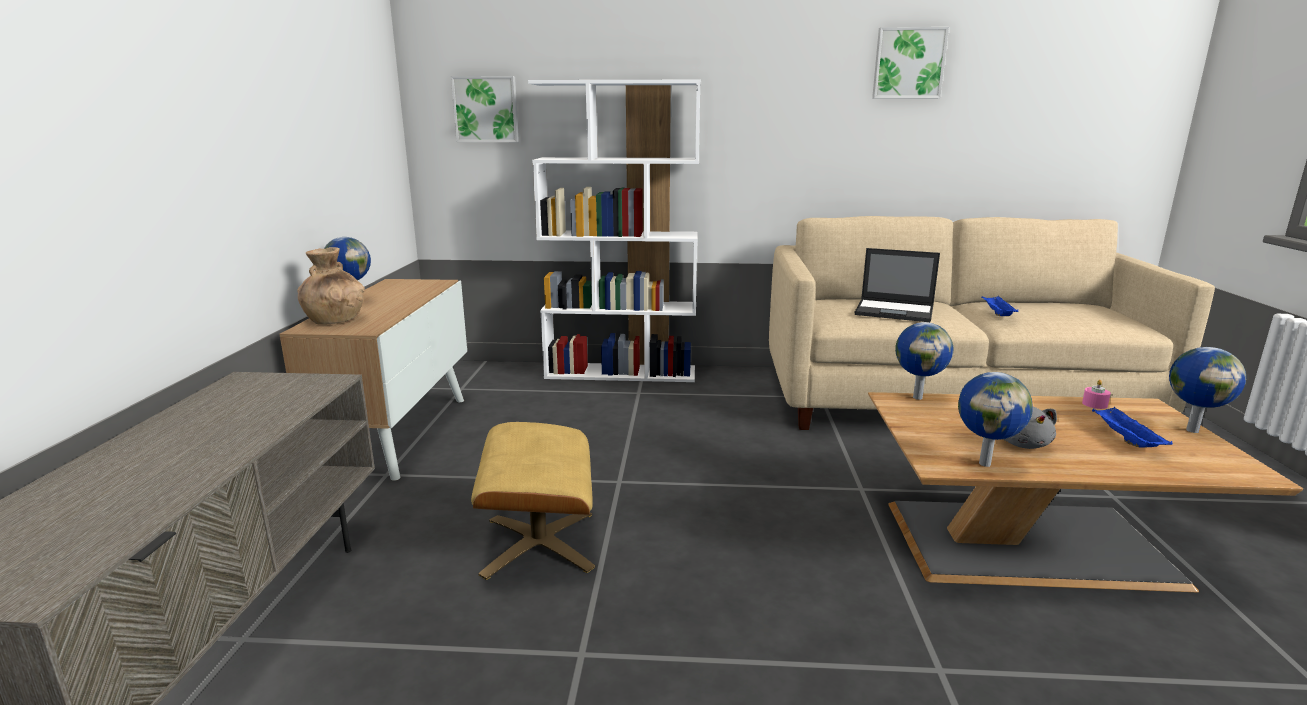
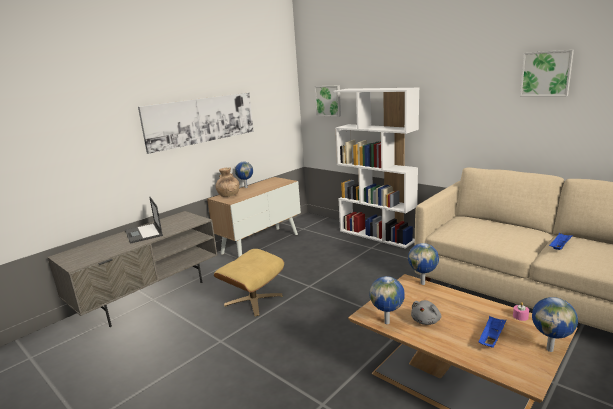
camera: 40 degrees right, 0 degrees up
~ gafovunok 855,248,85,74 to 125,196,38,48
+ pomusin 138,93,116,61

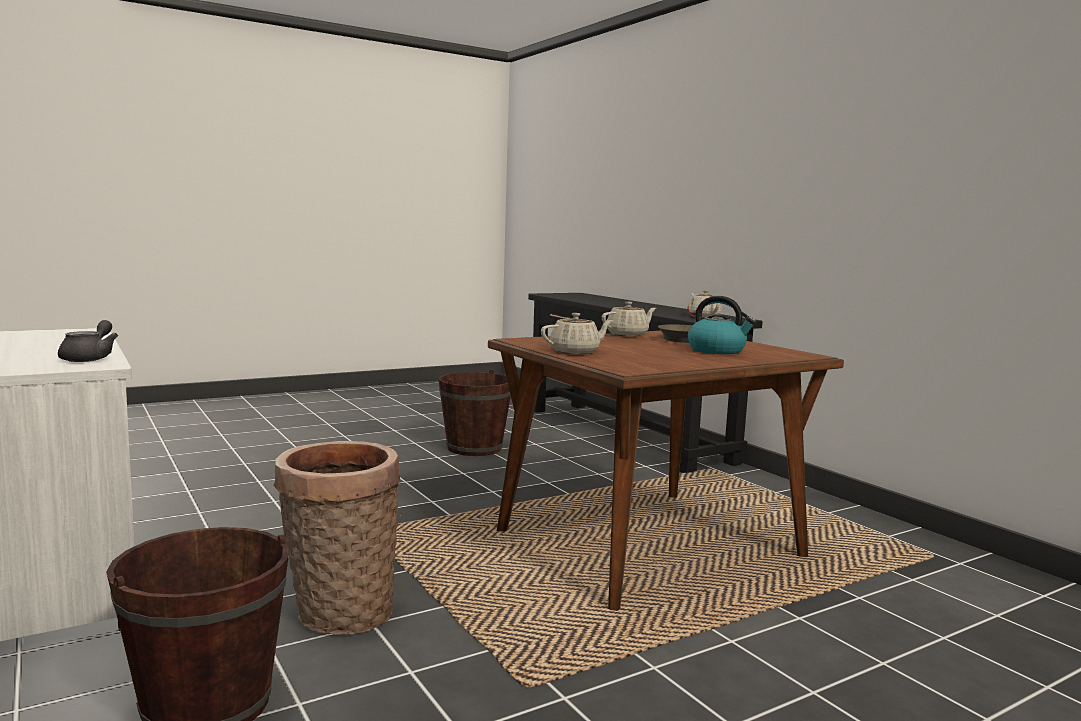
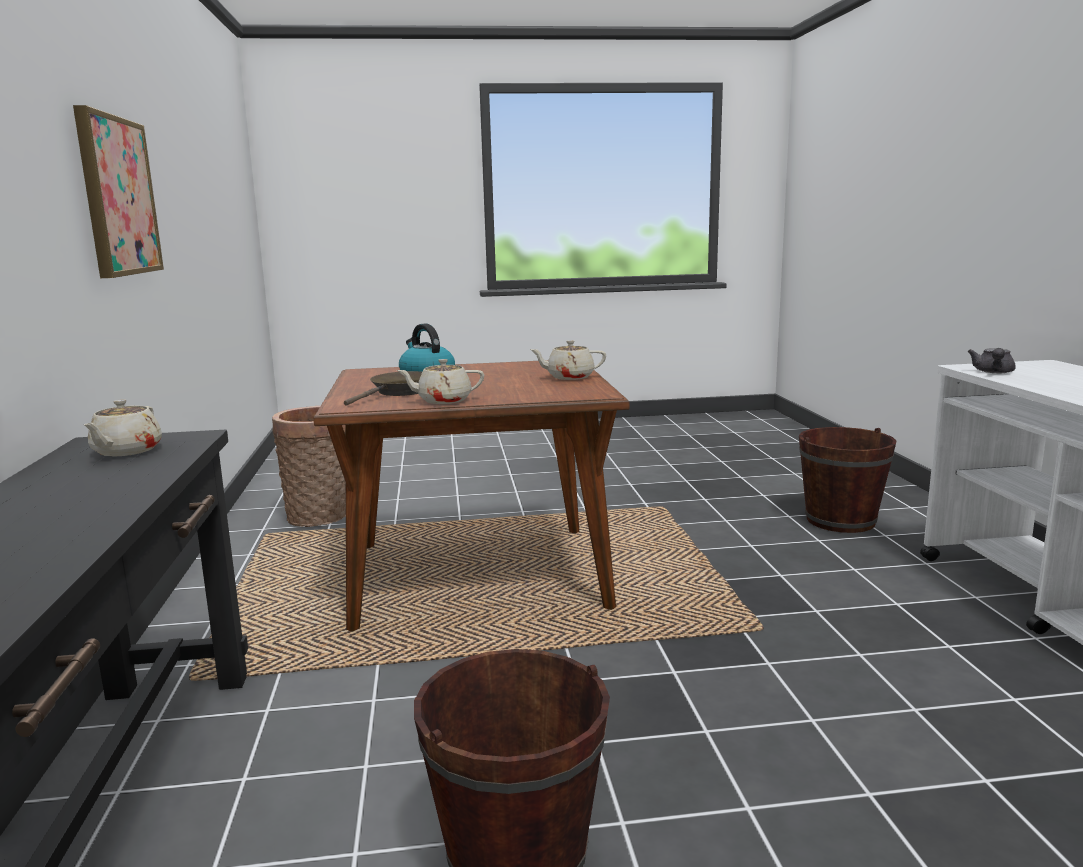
camera: 155 degrees left, 5 degrees up
~ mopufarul 273,441,128,194 to 272,406,74,121
+ pomusin 73,105,91,173

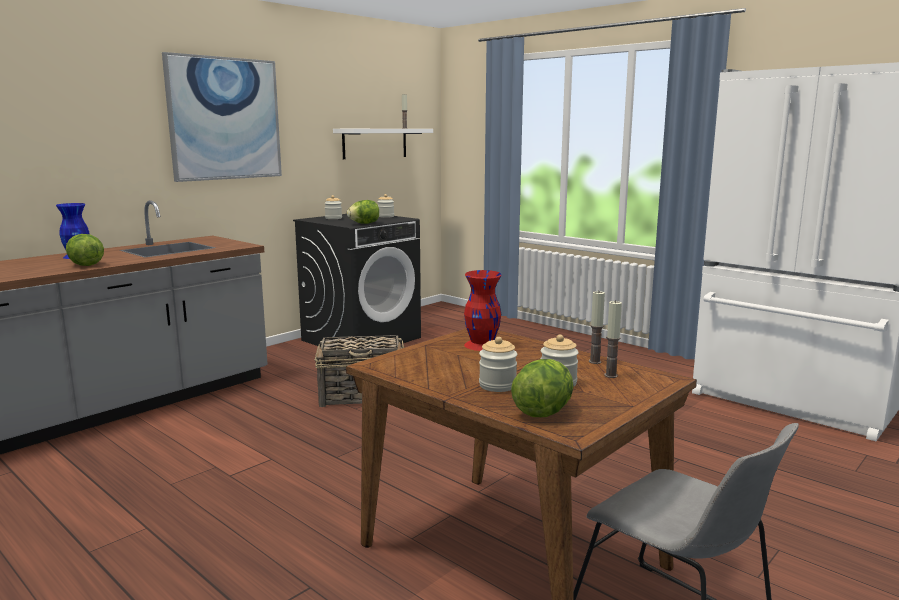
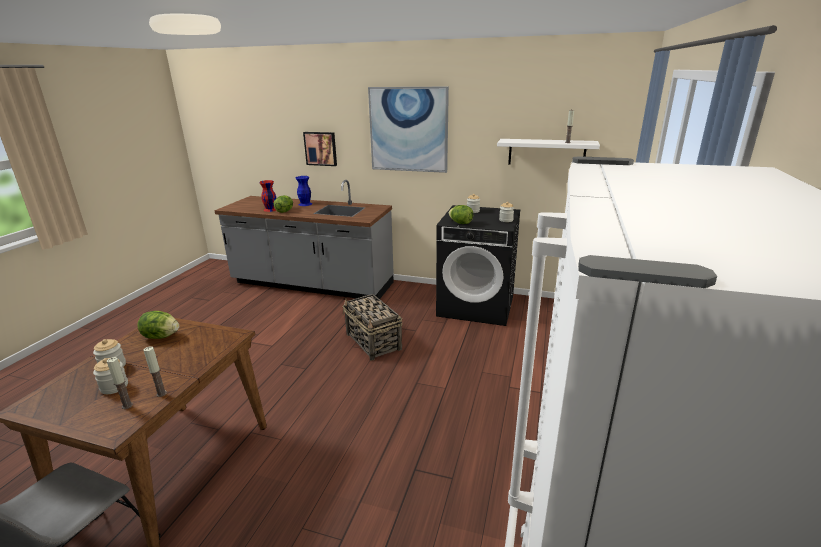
camera: 65 degrees right, 10 degrees up
~ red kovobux 464,270,37,81 to 259,180,17,32
~ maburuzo 511,359,63,58 to 137,311,42,28
+ pomusin 303,132,34,34

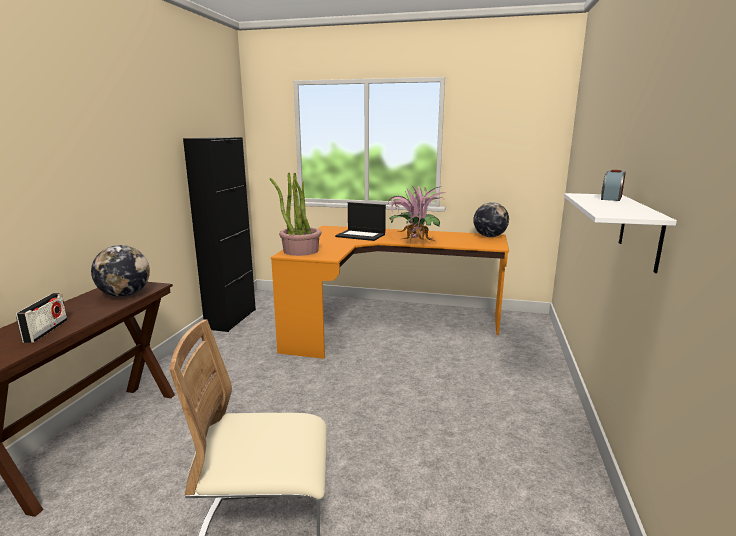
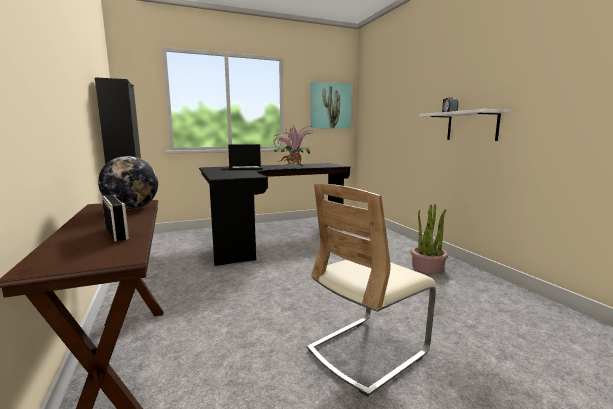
camera: 35 degrees left, 5 degrees down
~ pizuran 270,173,51,83 to 410,204,38,70
- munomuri 473,202,36,35
~ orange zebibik 271,226,238,133 to black zebibik 199,163,151,103
+ pomusin 311,82,41,47

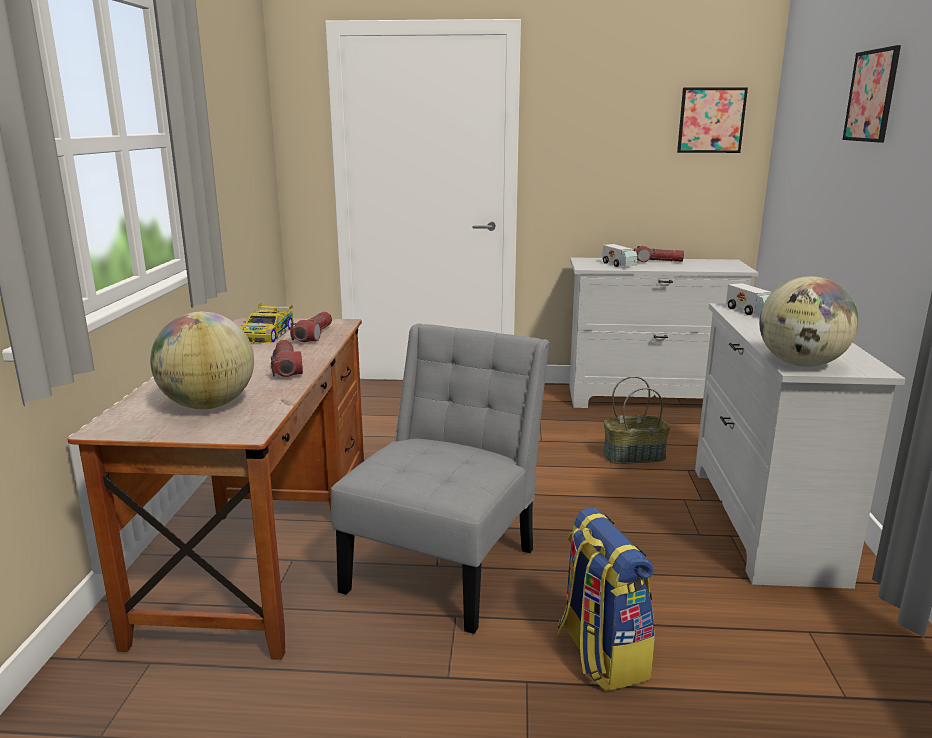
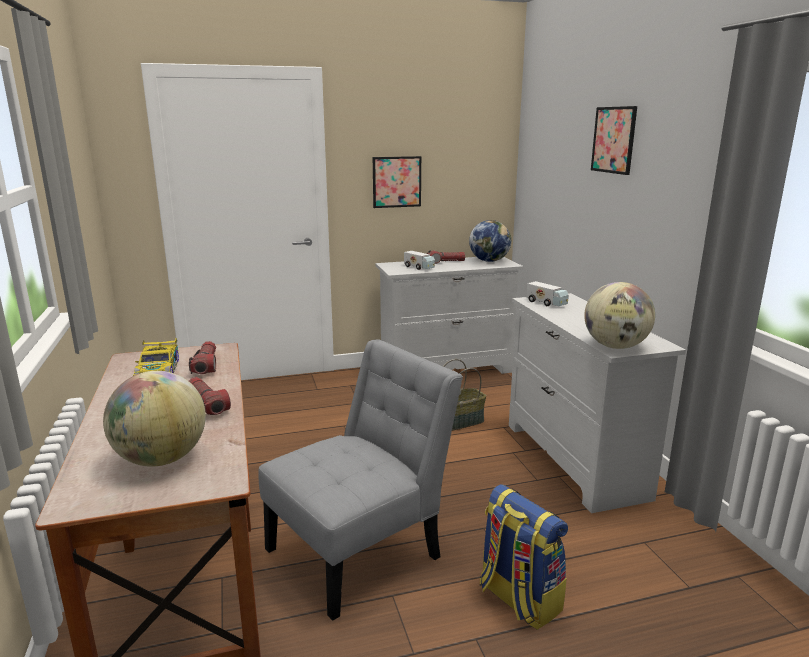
camera: 20 degrees left, 0 degrees up
~ pomusin 677,87,71,66 to 373,156,48,52
~ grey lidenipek 331,323,219,311 = 258,339,205,282 45 degrees clockwise
+ munomuri 469,220,42,42

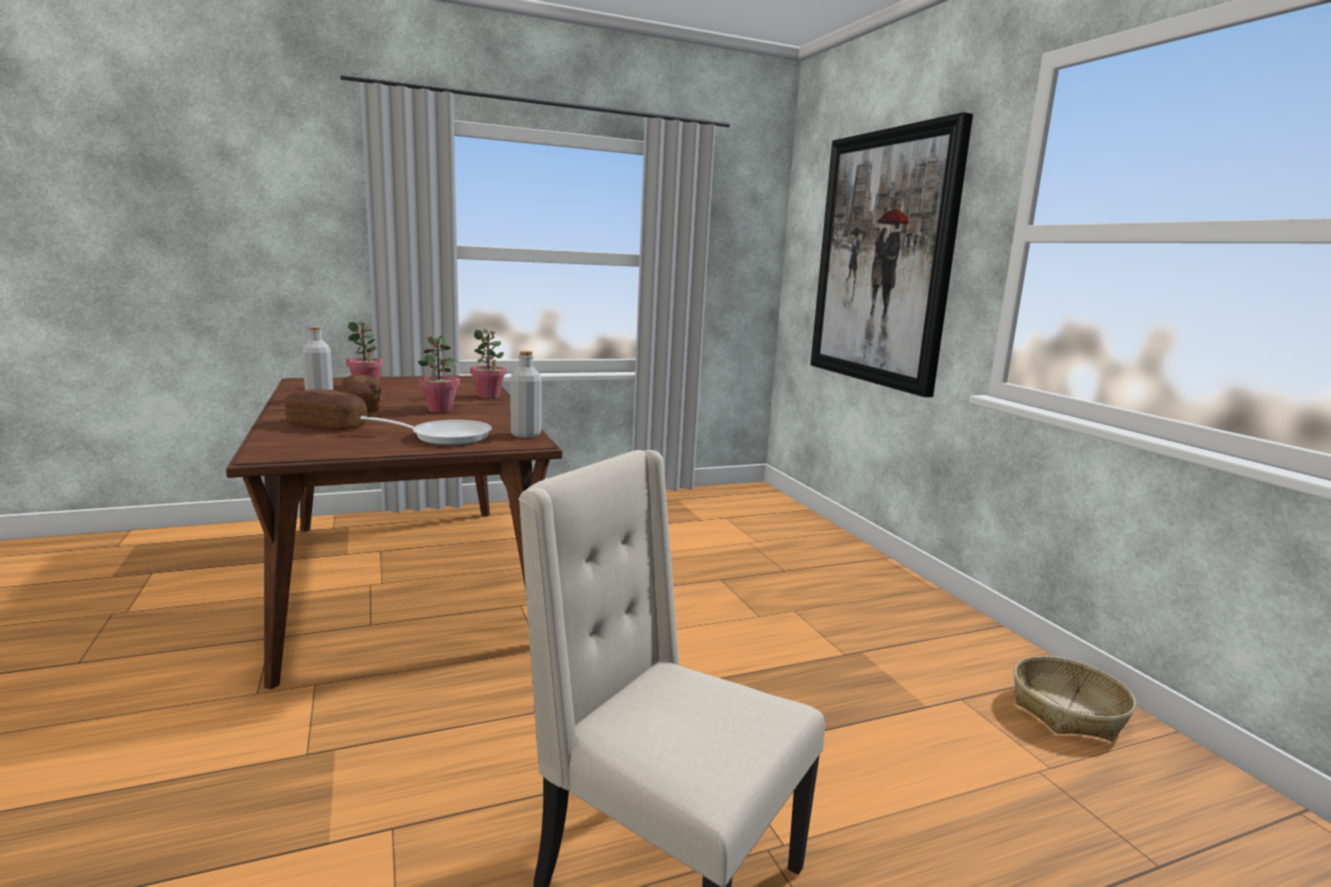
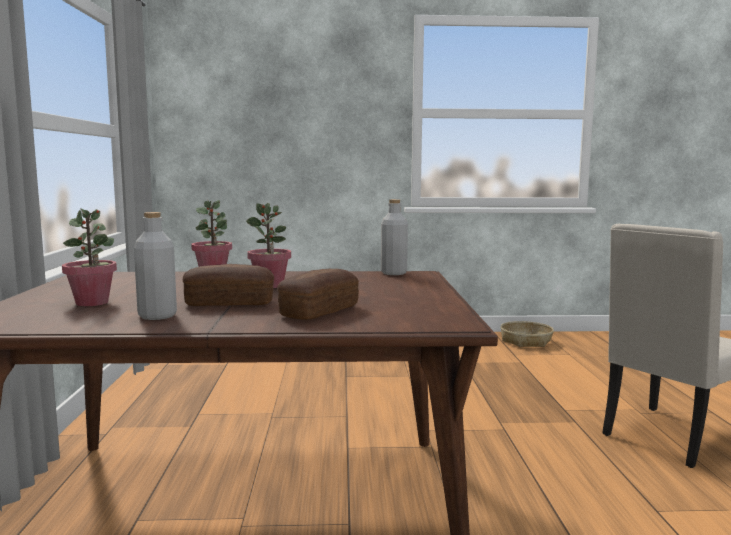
camera: 70 degrees left, 5 degrees down
- pomusin 810,112,163,285
- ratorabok 360,416,132,30

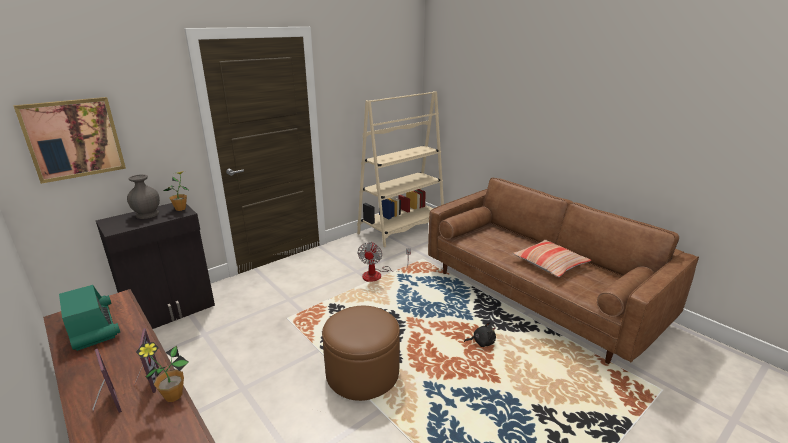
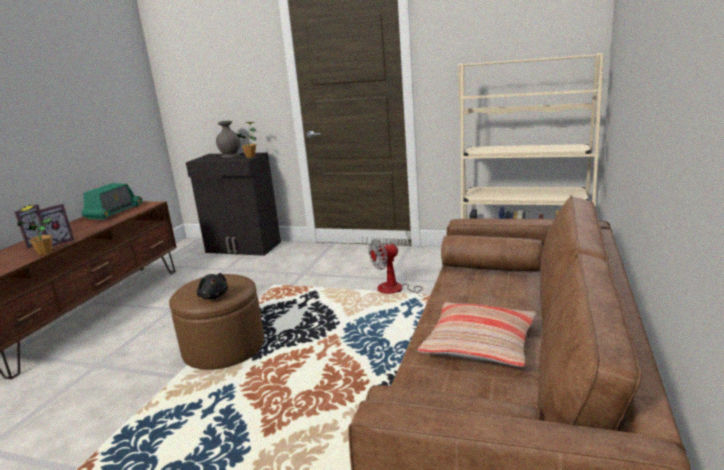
camera: 60 degrees right, 5 degrees down
- pomusin 13,97,113,87
~ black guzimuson 464,322,32,25 to 197,273,31,26

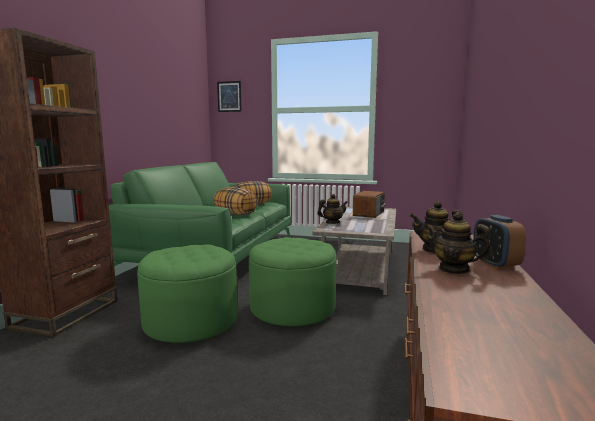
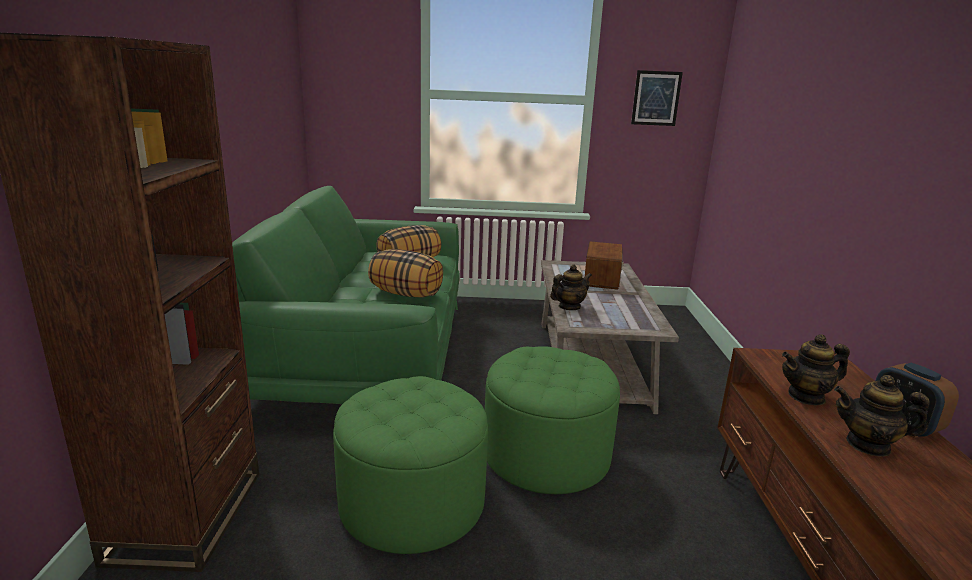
camera: 15 degrees left, 10 degrees up
~ pomusin 217,81,25,31 to 631,70,52,56

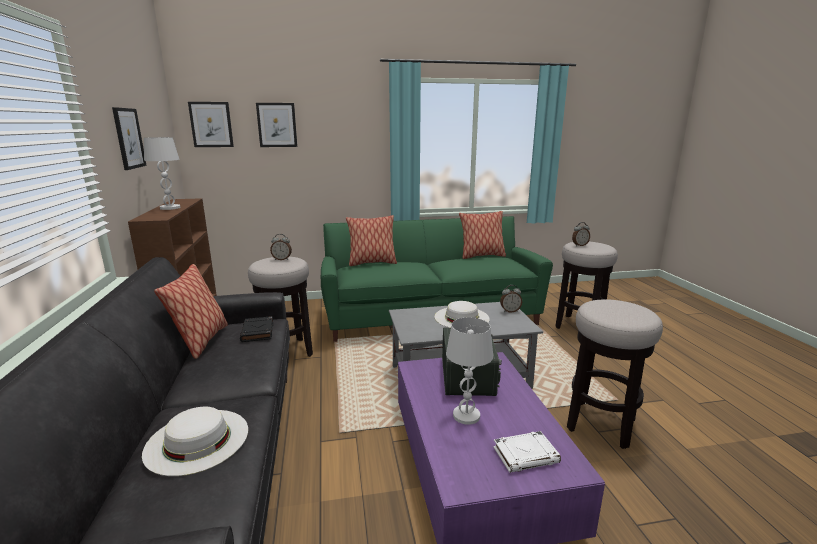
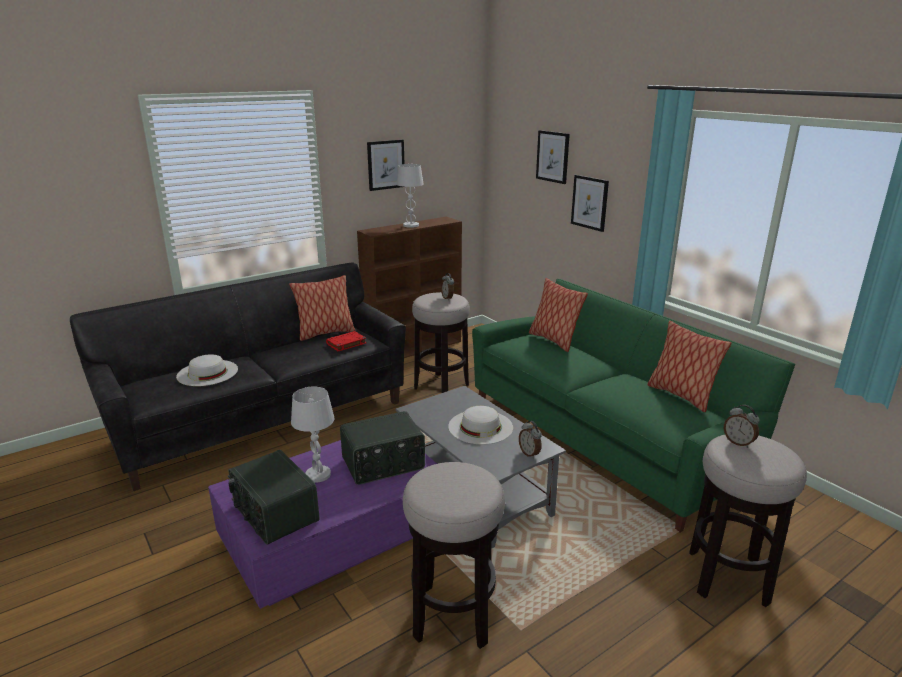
camera: 65 degrees right, 5 degrees up
~ pomusin 188,102,46,45 to 571,175,38,57
~ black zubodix 240,316,33,26 to red zubodix 326,331,41,20
~ white zubodix 493,431,68,42 to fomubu 228,450,92,95

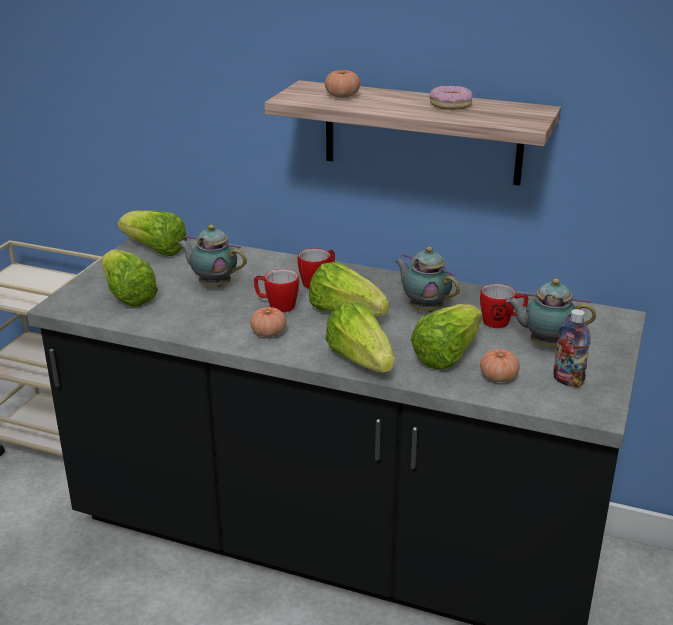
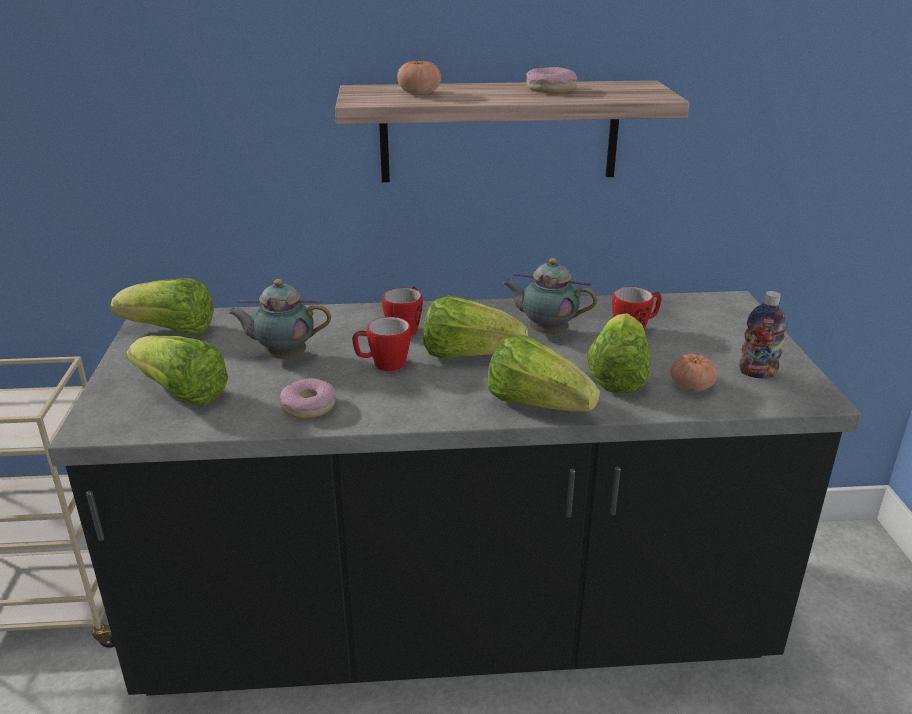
camera: 25 degrees left, 0 degrees up
- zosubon 506,279,90,68
- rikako 250,307,36,30
+ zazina 280,378,56,41

